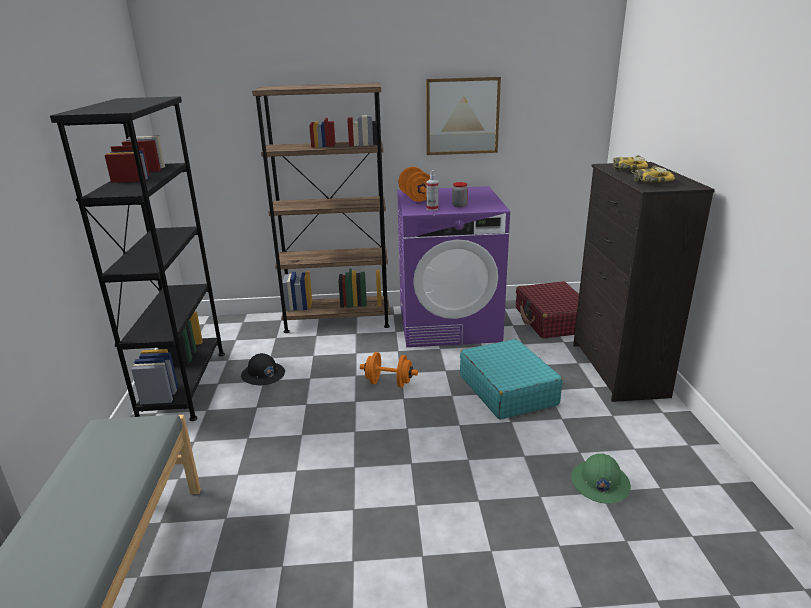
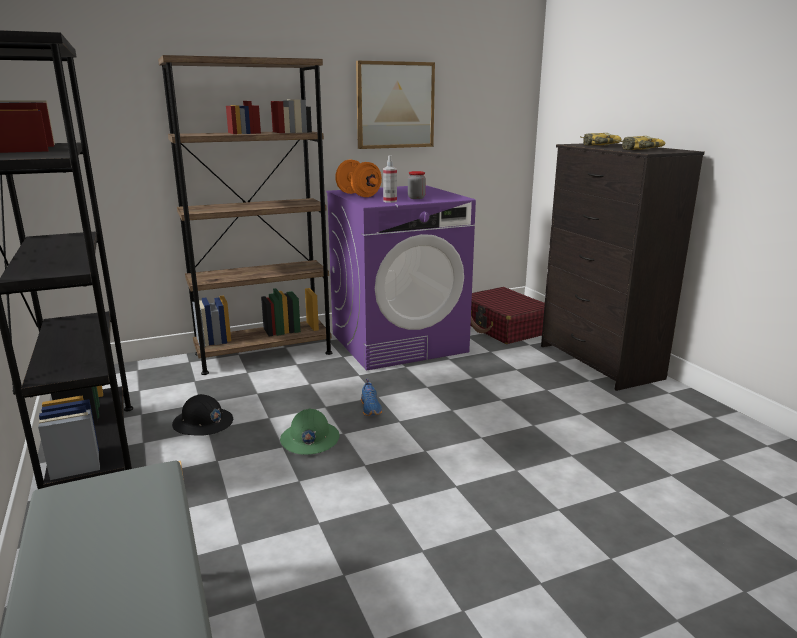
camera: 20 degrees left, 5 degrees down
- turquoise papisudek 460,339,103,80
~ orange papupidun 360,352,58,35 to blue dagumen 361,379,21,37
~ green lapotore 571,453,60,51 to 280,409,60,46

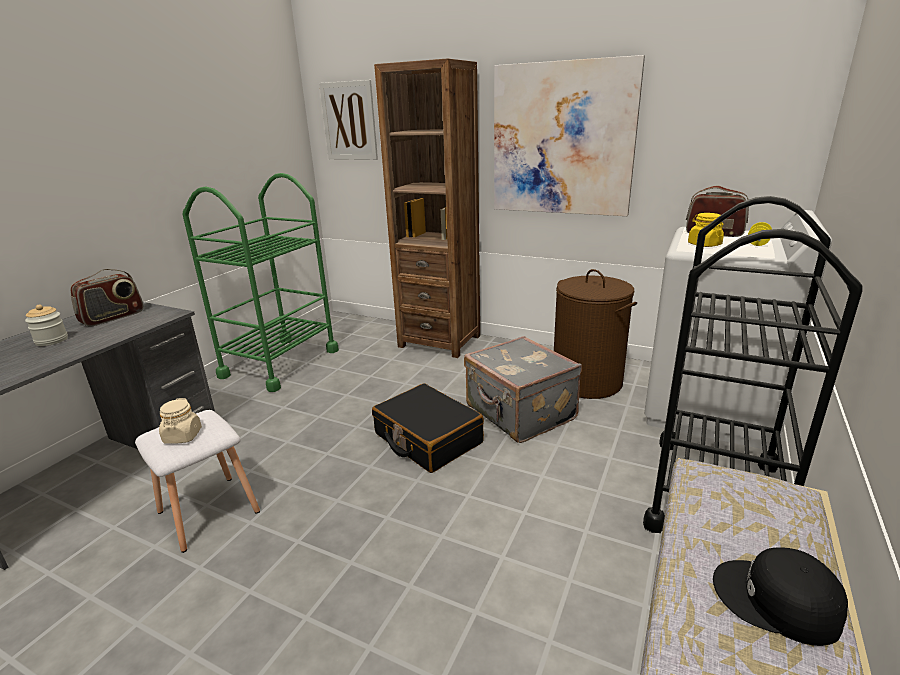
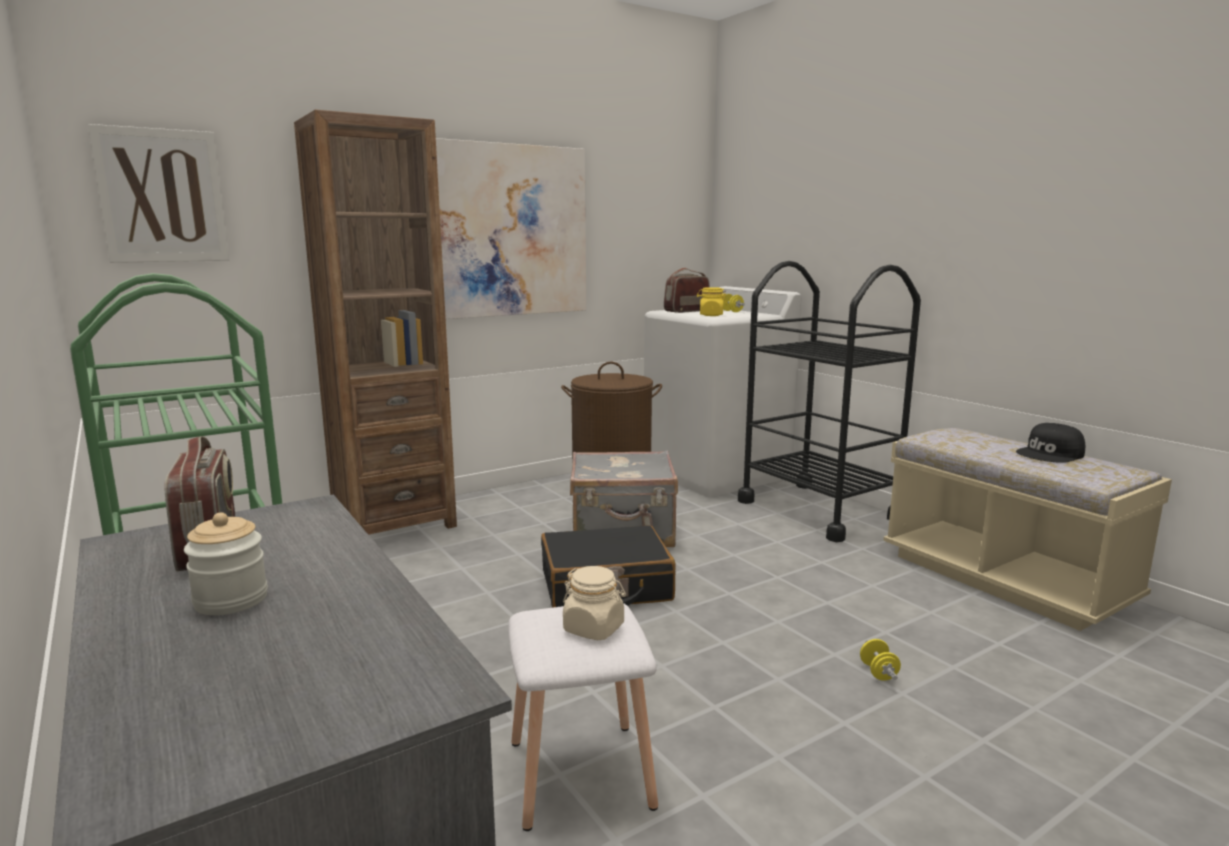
camera: 60 degrees left, 10 degrees down
+ yellow papupidun 860,639,41,42

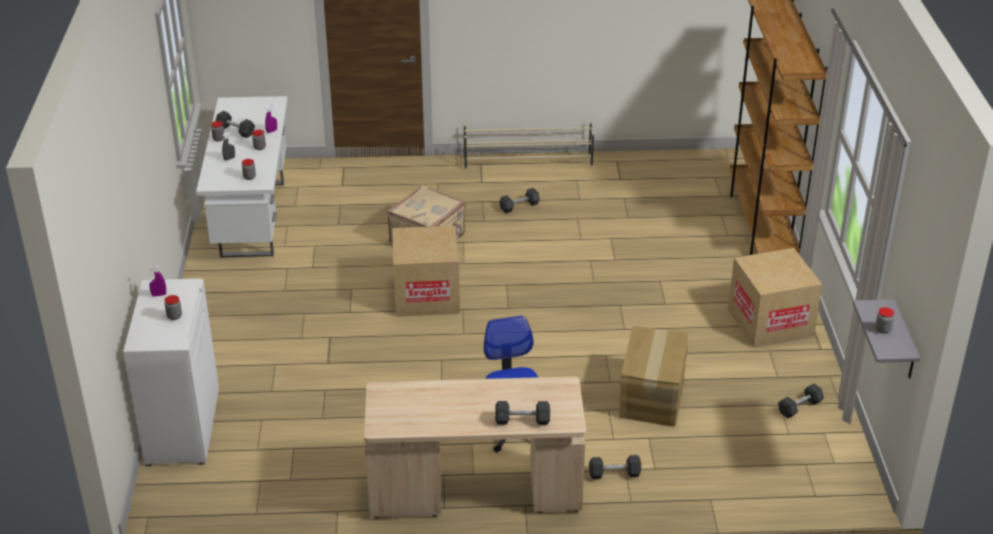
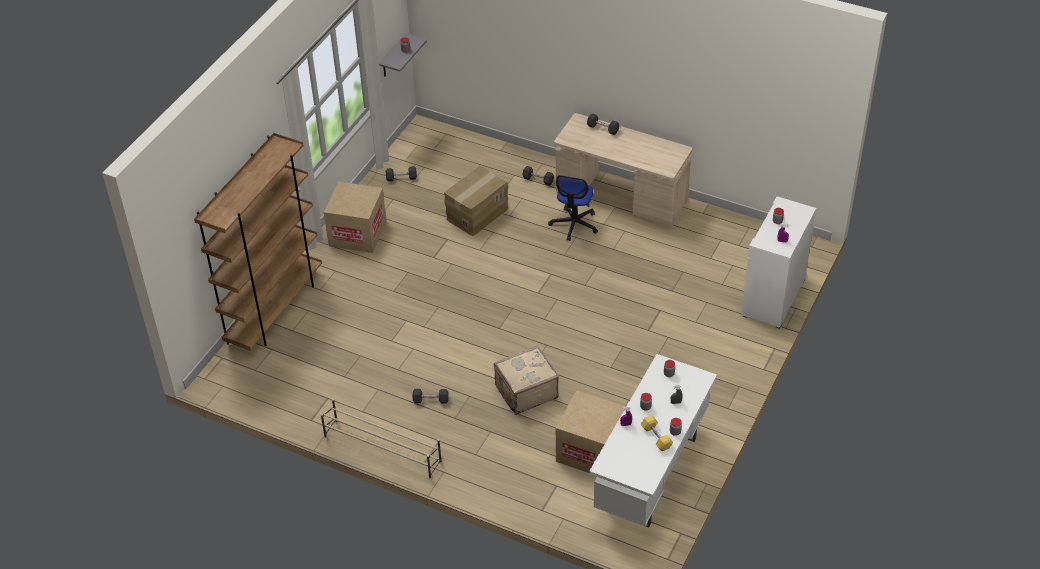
camera: 150 degrees left, 10 degrees up
~ grey papupidun 215,111,40,27 to yellow papupidun 641,415,32,36
~ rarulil 392,225,68,92 to 556,390,70,83

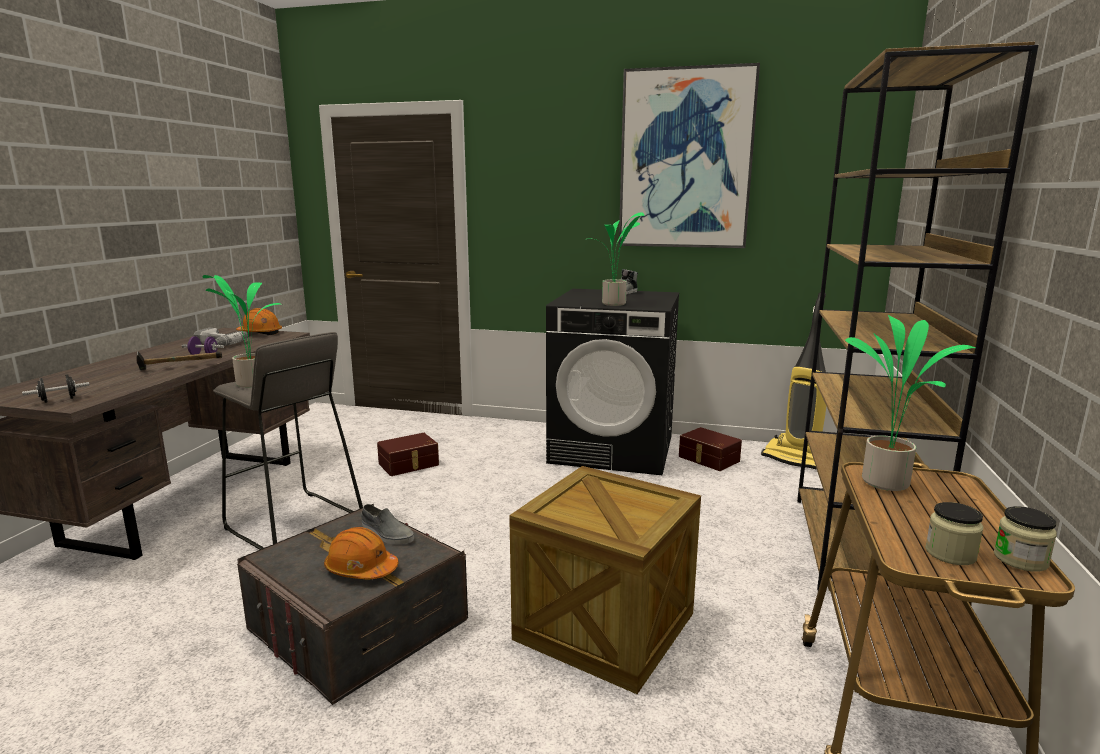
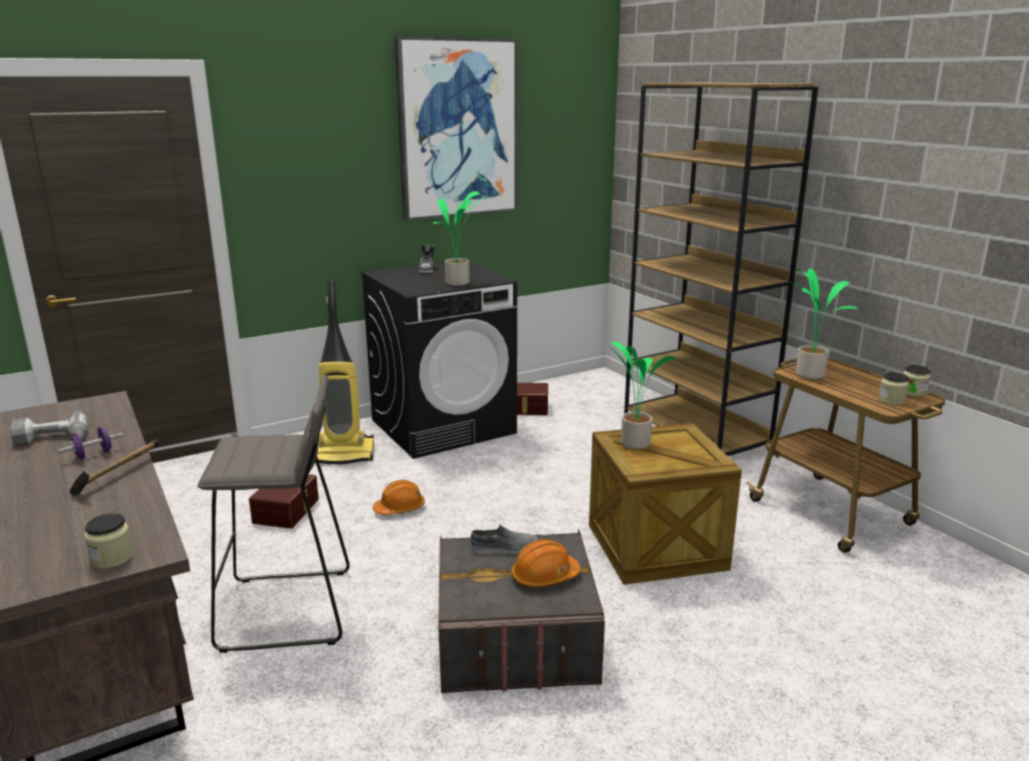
camera: 45 degrees left, 5 degrees up
~ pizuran 203,275,80,113 to 607,342,71,107
~ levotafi 761,292,65,178 to 315,281,59,184
~ orange lapotore 236,308,46,27 to 373,480,52,35
~ black papupidun 22,374,68,29 to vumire 84,513,49,56

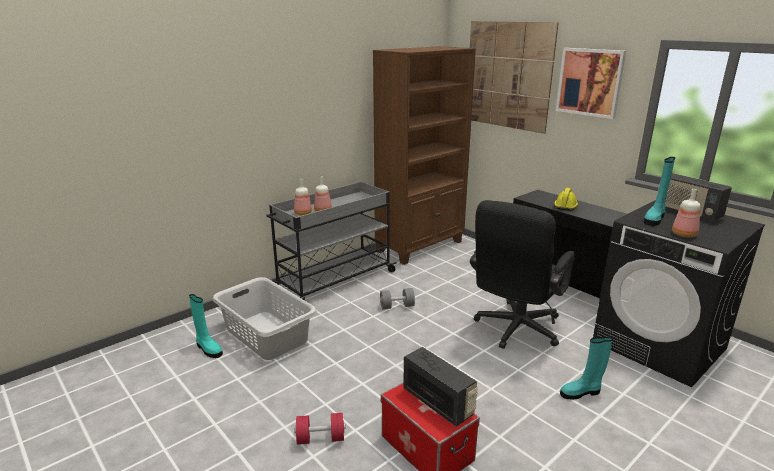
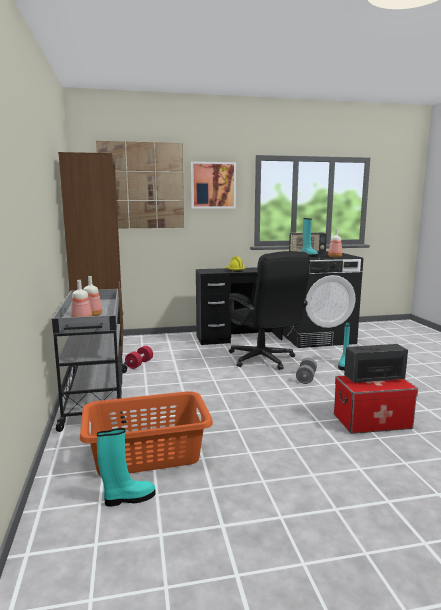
camera: 60 degrees left, 10 degrees down
~ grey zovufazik 212,277,105,83 to orange zovufazik 80,391,133,85
~ grey papupidun 380,288,35,21 to 296,358,21,26
~ red papupidun 295,413,51,32 to 125,346,28,23

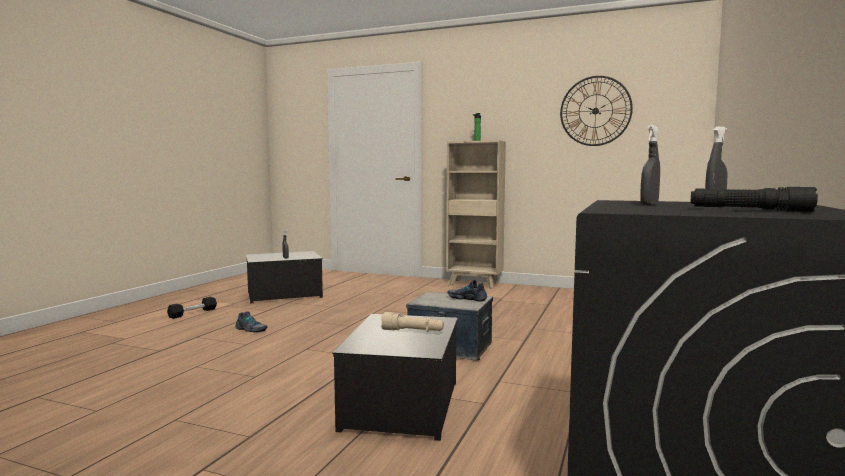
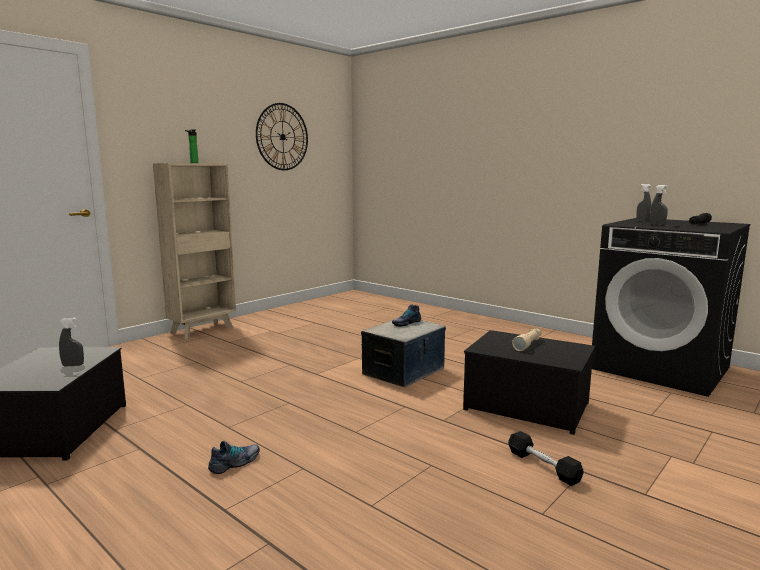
camera: 70 degrees left, 5 degrees up
~ black papupidun 167,297,50,22 to 508,431,76,55

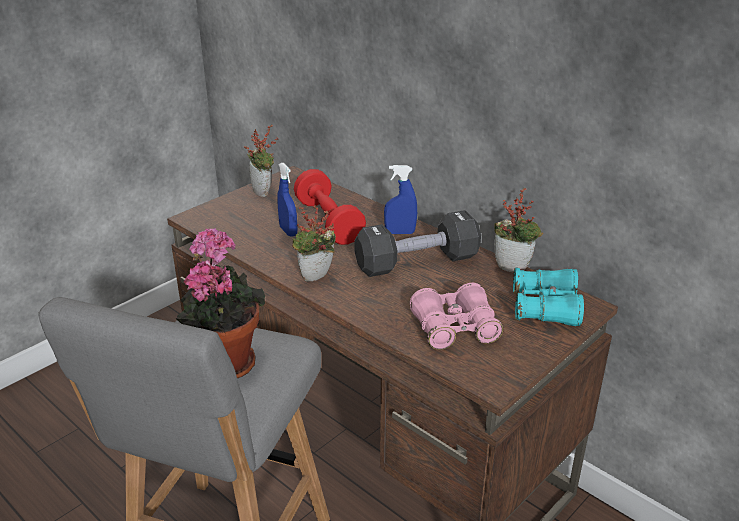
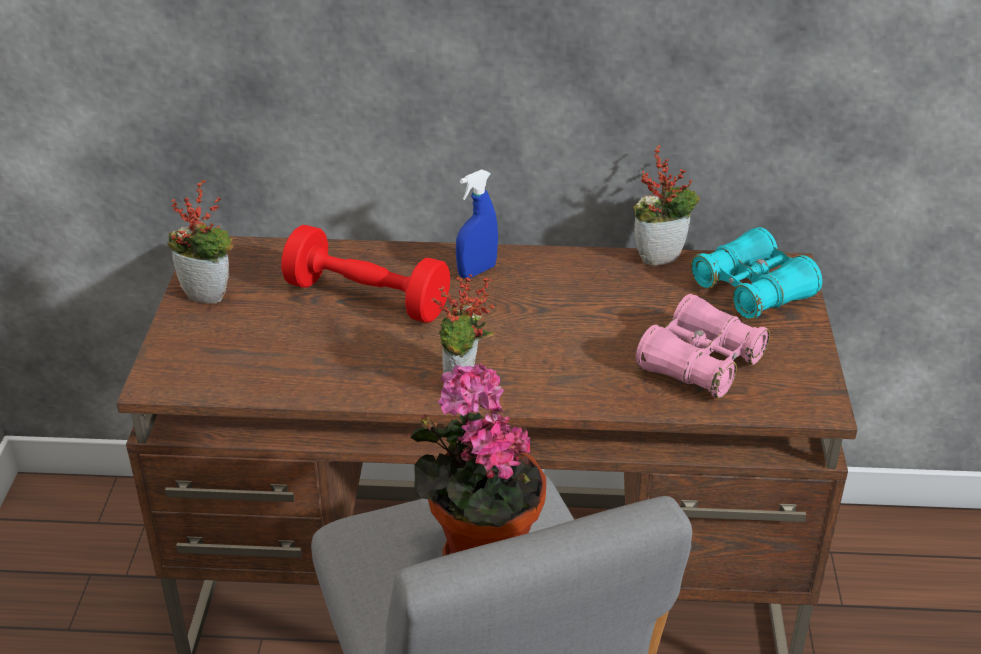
camera: 40 degrees left, 5 degrees up
- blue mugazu 277,163,21,74
- black papupidun 354,210,127,67

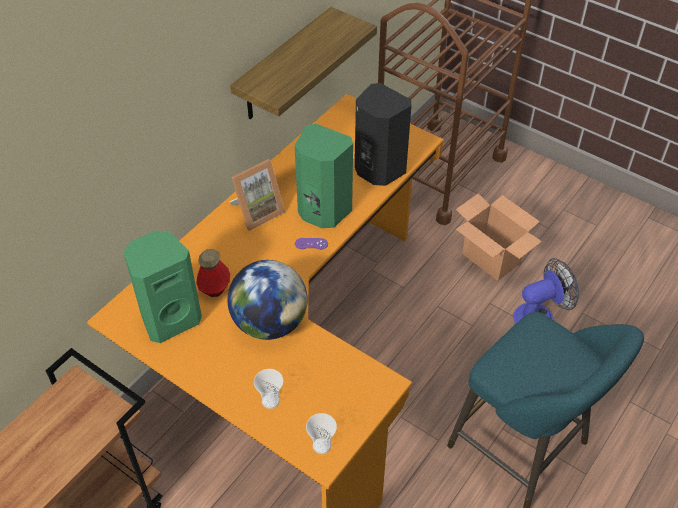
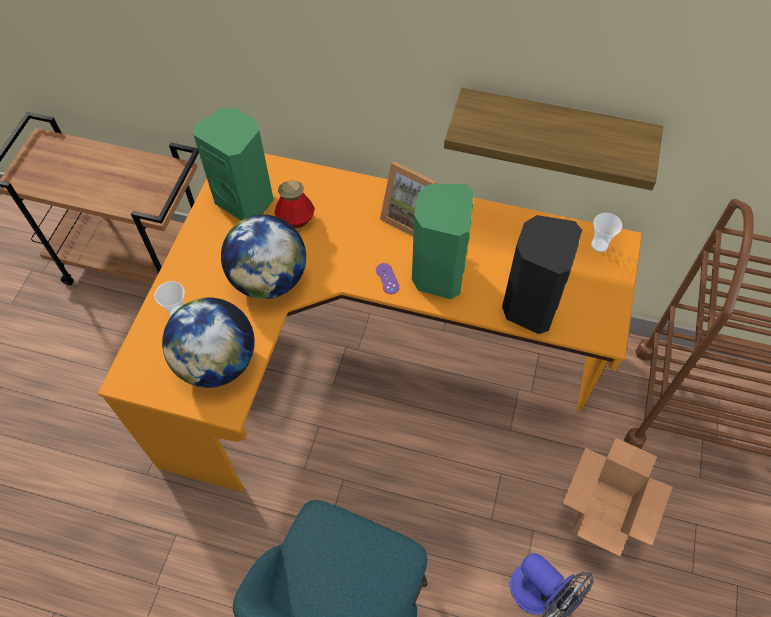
camera: 70 degrees right, 10 degrees up
~ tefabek 306,413,31,41 to 591,213,31,39
+ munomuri 162,297,93,91

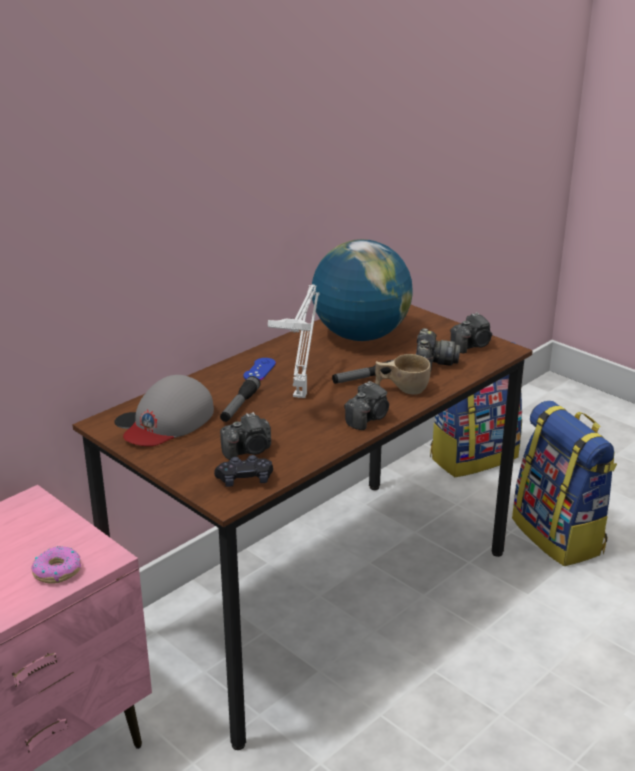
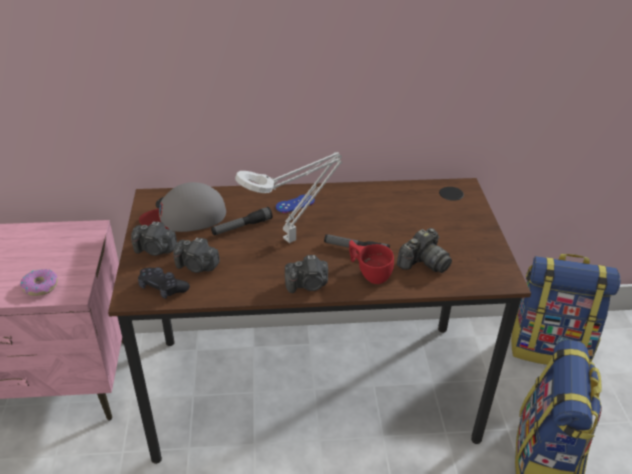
camera: 40 degrees right, 10 degrees up
- munomuri 312,239,101,102
~ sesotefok 450,312,42,41 to 131,221,46,35
~ beige tefabek 375,354,56,41 to red tefabek 349,240,45,44

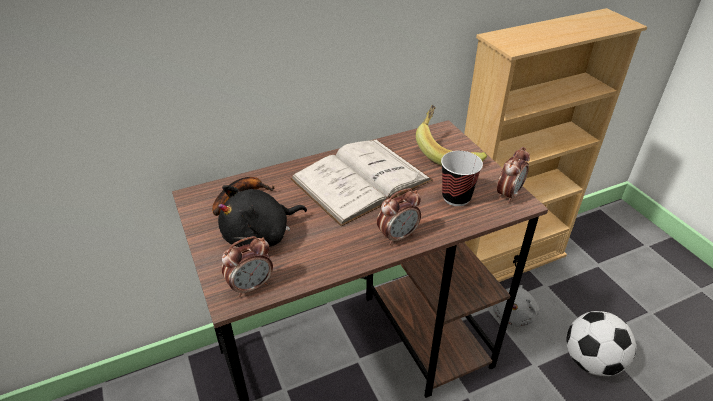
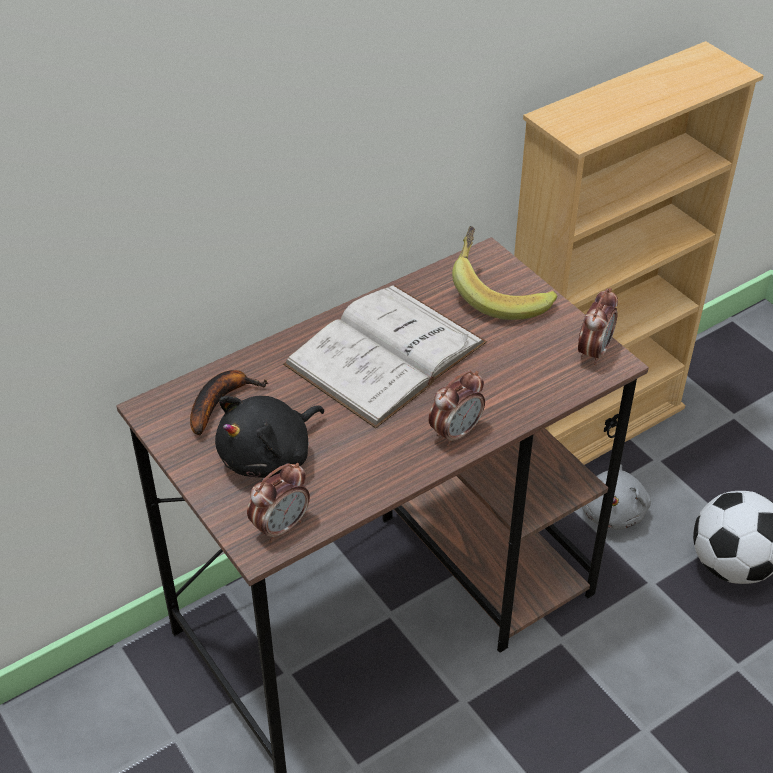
camera: 10 degrees left, 5 degrees up
- tefabek 441,151,42,55

